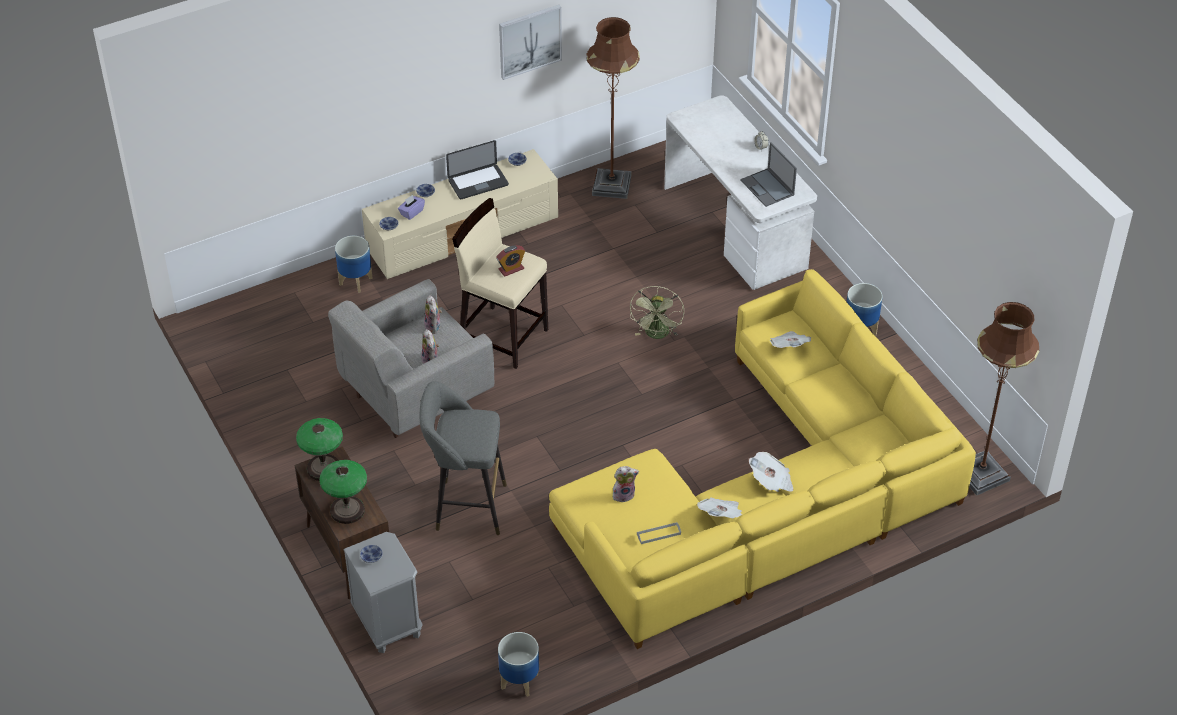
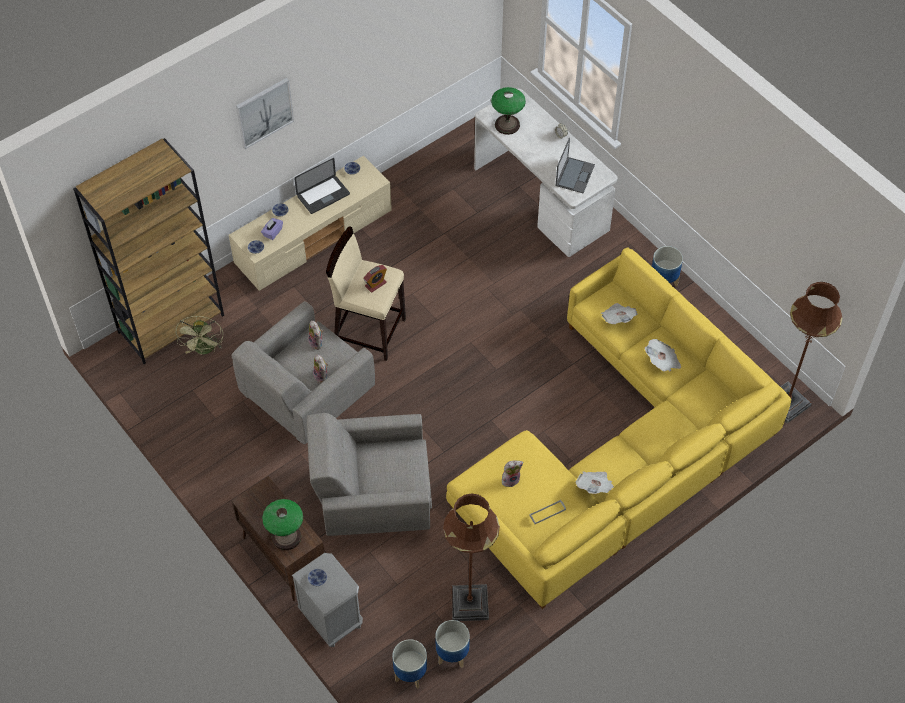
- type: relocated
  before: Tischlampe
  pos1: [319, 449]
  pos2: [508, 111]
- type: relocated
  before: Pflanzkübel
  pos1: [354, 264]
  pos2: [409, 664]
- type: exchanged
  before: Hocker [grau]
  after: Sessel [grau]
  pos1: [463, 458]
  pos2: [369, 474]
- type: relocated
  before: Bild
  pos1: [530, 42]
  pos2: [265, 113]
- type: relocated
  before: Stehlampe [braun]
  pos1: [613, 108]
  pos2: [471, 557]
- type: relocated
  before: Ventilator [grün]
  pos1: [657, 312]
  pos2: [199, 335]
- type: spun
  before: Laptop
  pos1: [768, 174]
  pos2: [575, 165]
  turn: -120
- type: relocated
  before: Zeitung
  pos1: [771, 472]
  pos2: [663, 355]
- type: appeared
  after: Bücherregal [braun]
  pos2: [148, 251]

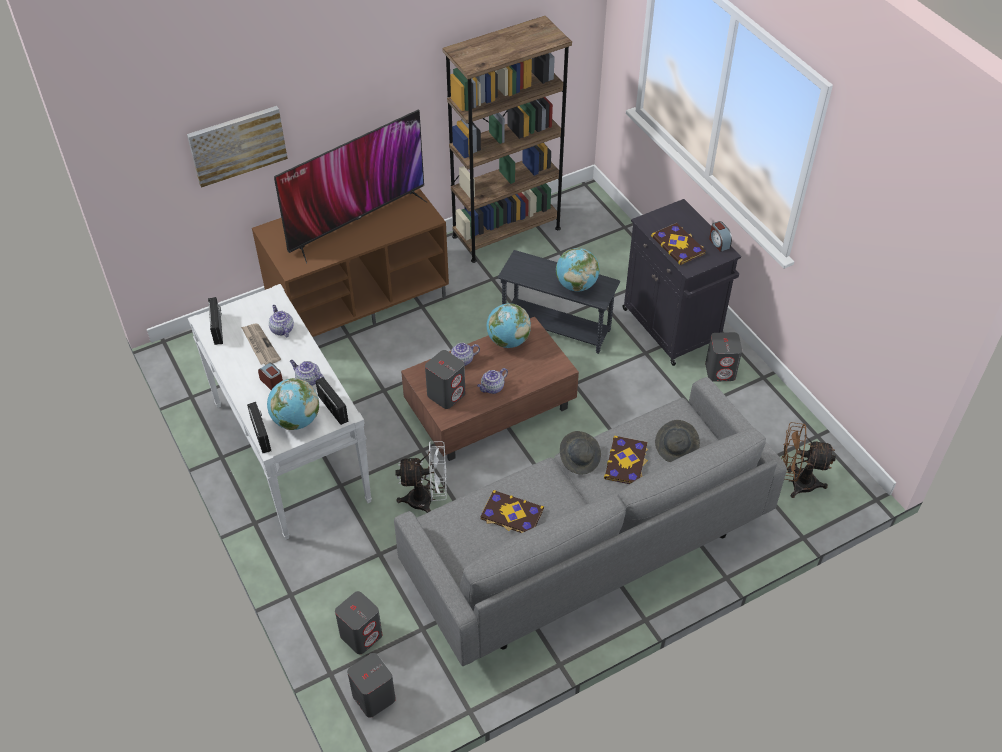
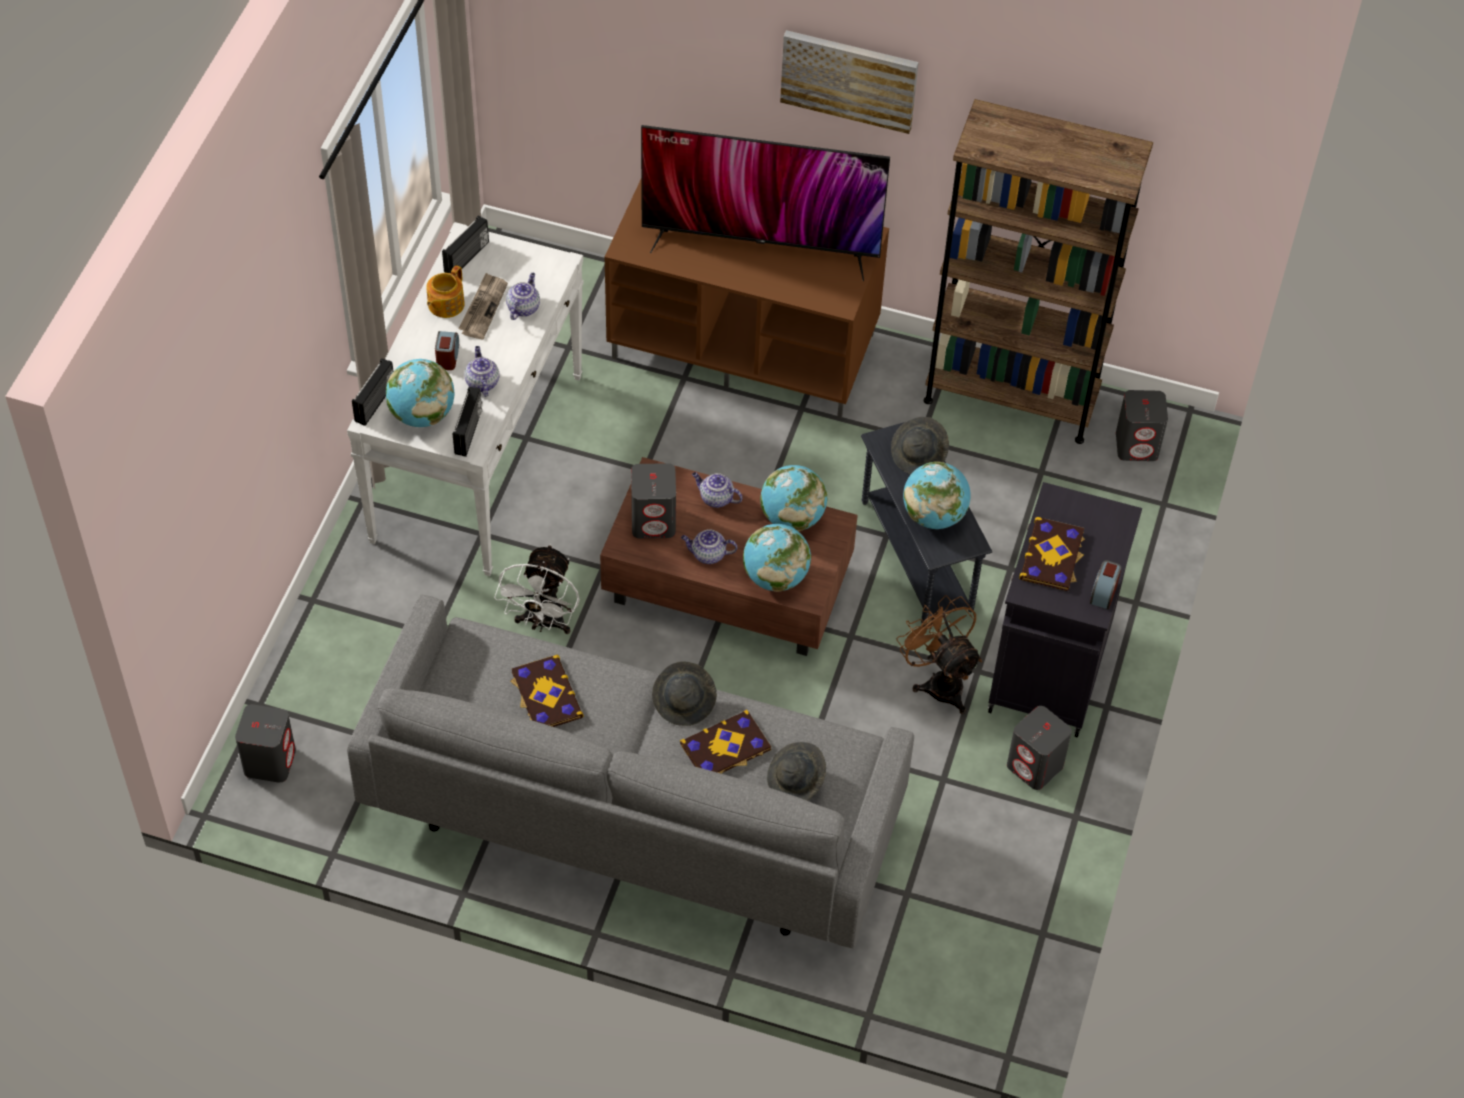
- type: relocated
  before: Bild
  pos1: [237, 147]
  pos2: [849, 82]
- type: relocated
  before: Lautsprecher [grau]
  pos1: [358, 622]
  pos2: [1142, 425]
- type: spun
  before: Ventilator [weiß]
  pos1: [421, 477]
  pos2: [537, 589]
  turn: 60
- type: relocated
  before: Ventilator [braun]
  pos1: [809, 460]
  pos2: [939, 654]
- type: appeared
  after: Teekanne
  pos2: [445, 291]
- type: appeared
  after: Globus
  pos2: [777, 558]
- type: appeared
  after: Hut [grau]
  pos2: [920, 445]

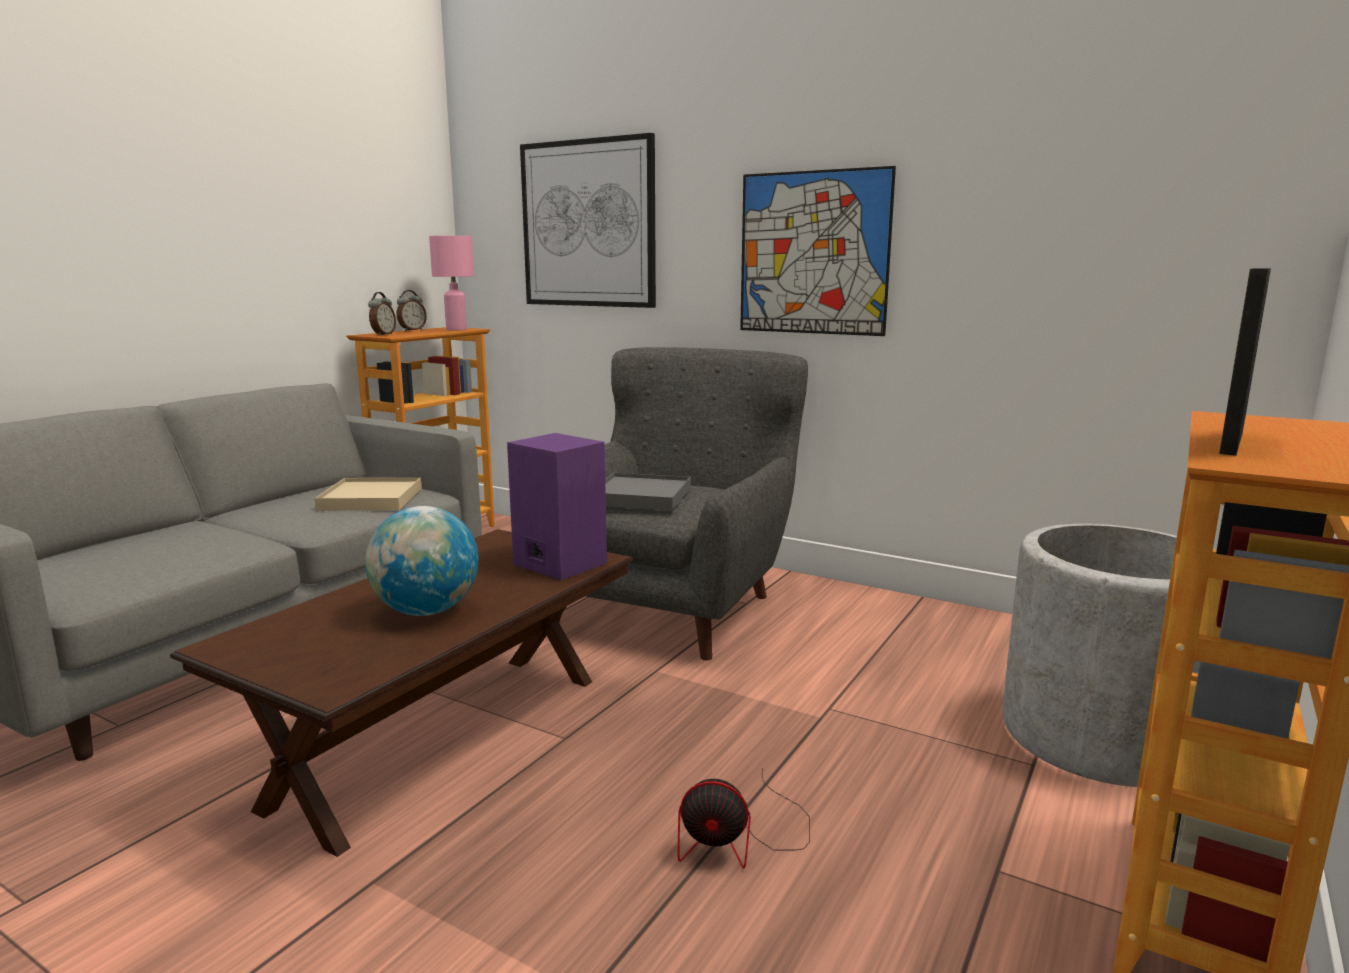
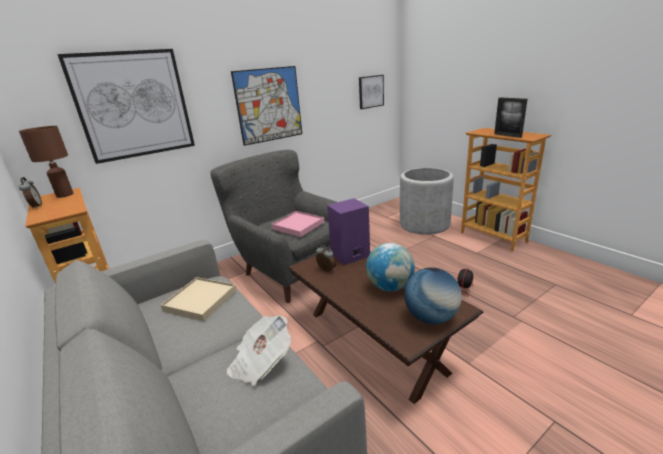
- type: relocated
  before: Wecker
  pos1: [382, 314]
  pos2: [326, 258]
- type: colour
  before: Tischlampe [rosa]
  after: Tischlampe [braun]
  pos1: [451, 283]
  pos2: [46, 162]
- type: colour
  before: Tablett [grau]
  after: Tablett [rosa]
  pos1: [648, 492]
  pos2: [298, 224]
- type: appeared
  after: Zeitung
  pos2: [259, 350]
- type: appeared
  after: Bild
  pos2: [371, 92]
- type: appeared
  after: Globus
  pos2: [433, 296]

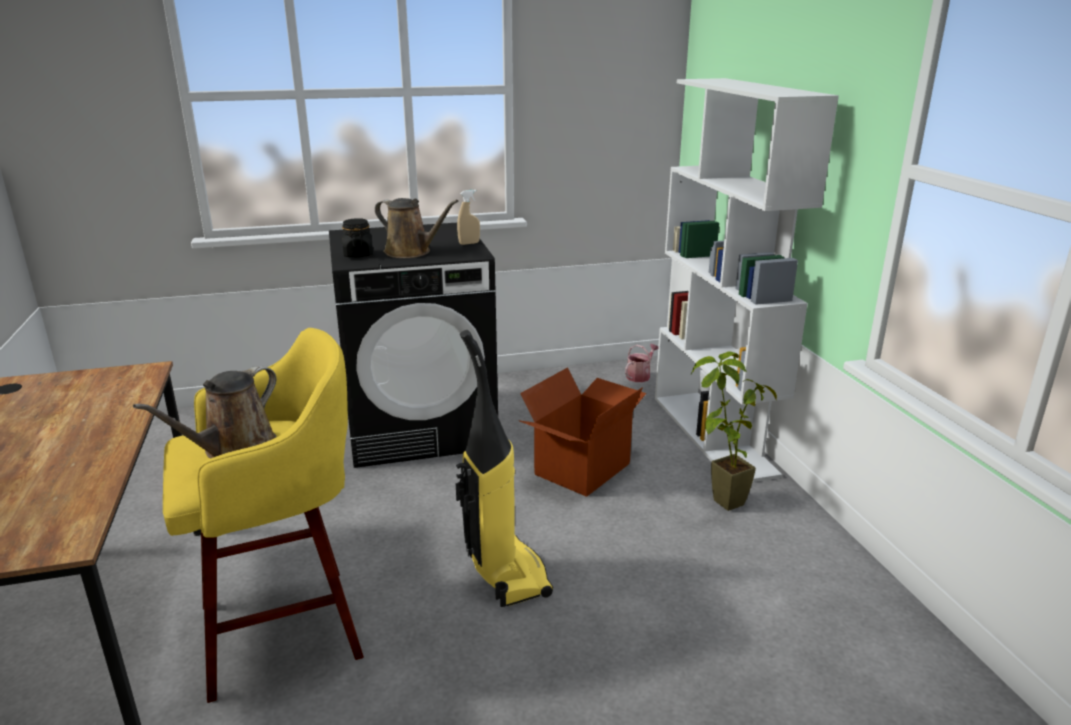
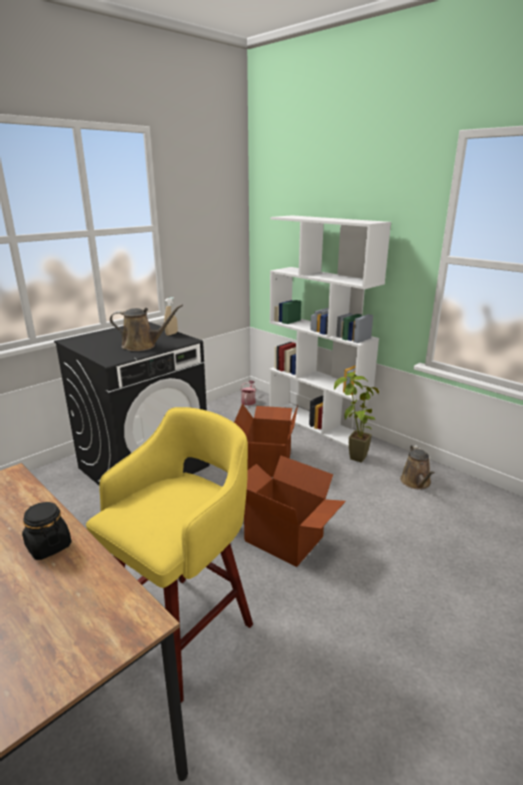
- type: relocated
  before: Gießkanne [braun]
  pos1: [204, 412]
  pos2: [417, 467]
- type: relocated
  before: Vorratsglas [schwarz]
  pos1: [357, 237]
  pos2: [47, 531]
- type: exchanged
  before: Staubsauger
  after: Karton
  pos1: [504, 468]
  pos2: [295, 511]

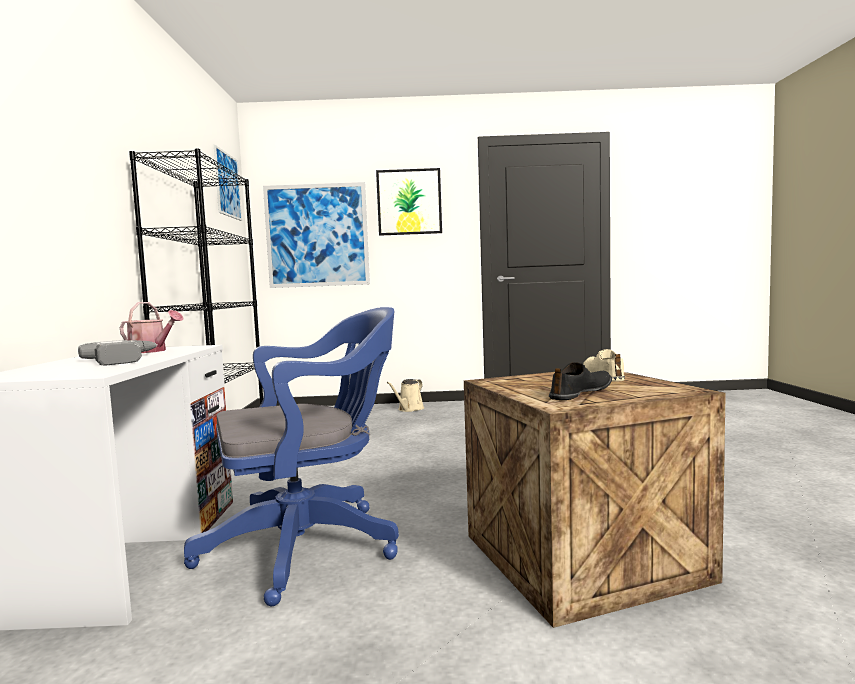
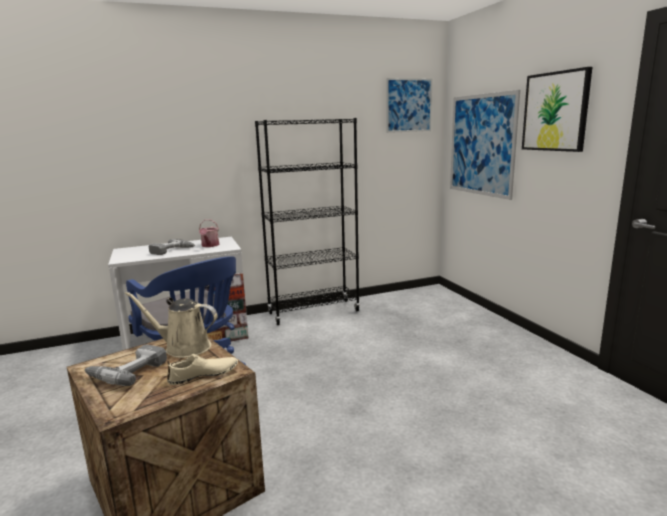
- type: relocated
  before: Gießkanne [beige]
  pos1: [405, 395]
  pos2: [171, 324]
- type: exchanged
  before: Schuh [schwarz]
  after: Bohrmaschine
  pos1: [580, 381]
  pos2: [126, 365]

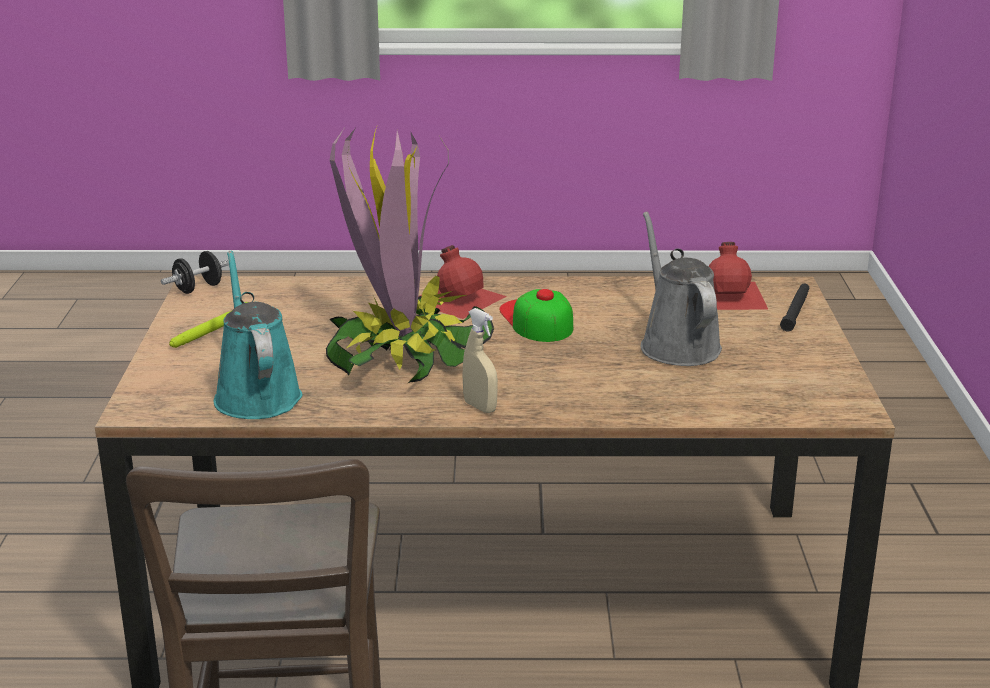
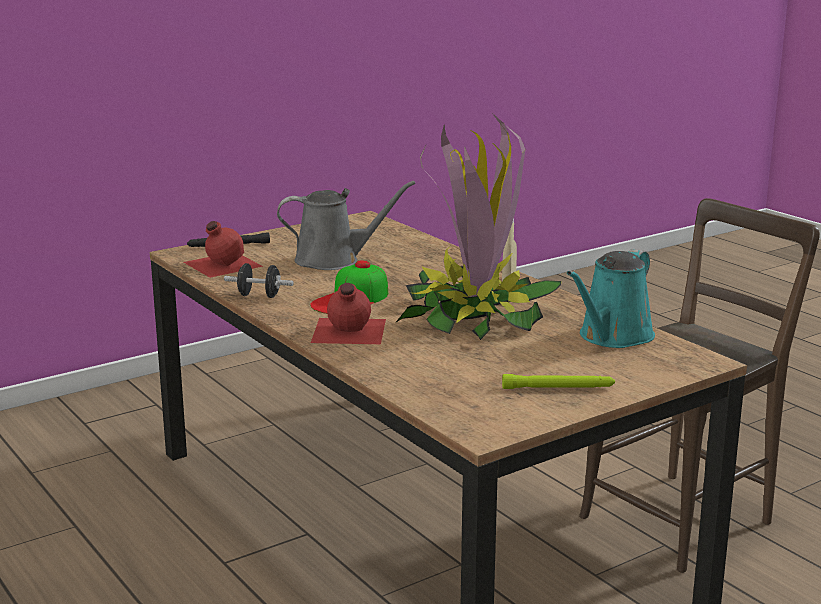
- type: relocated
  before: Hantel [schwarz]
  pos1: [195, 272]
  pos2: [259, 280]
- type: spun
  before: Gießkanne [grau]
  pos1: [681, 289]
  pos2: [346, 225]
  turn: -135

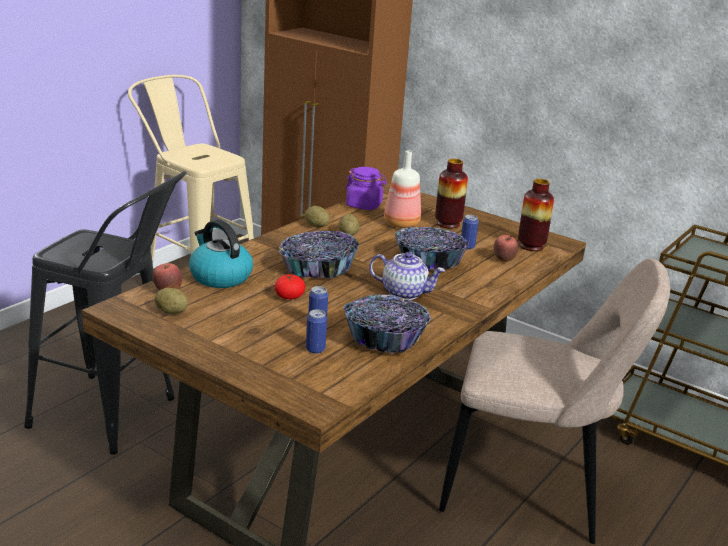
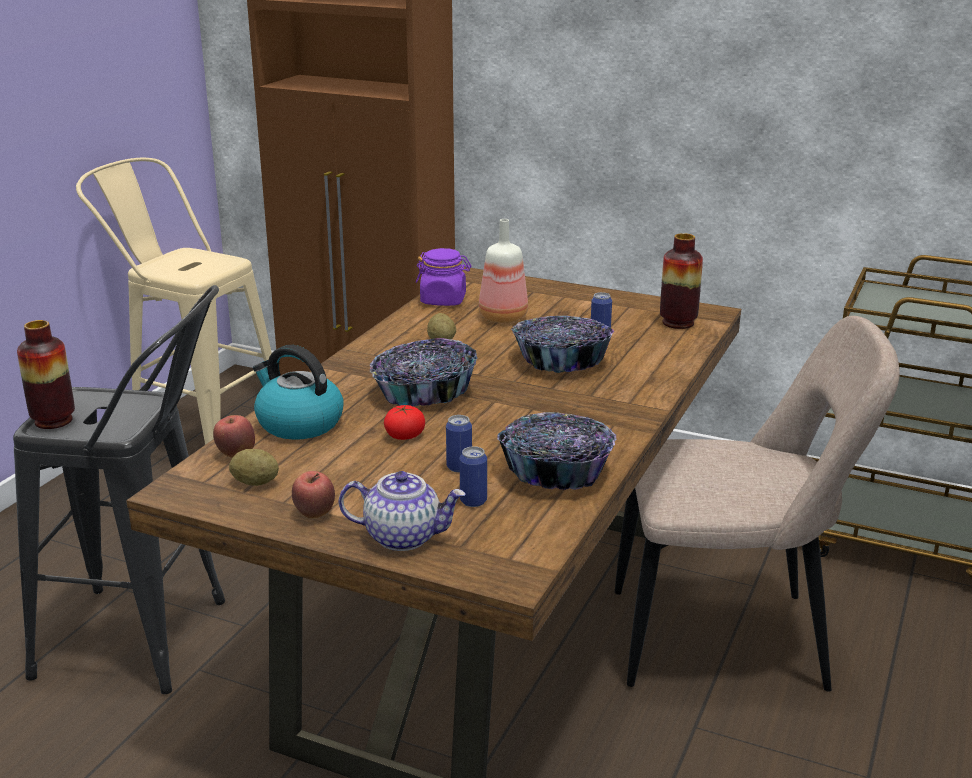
- type: missing
  before: Kartoffel
  pos1: [317, 217]
- type: relocated
  before: Teekanne
  pos1: [407, 276]
  pos2: [402, 511]
- type: relocated
  before: Vase
  pos1: [451, 193]
  pos2: [46, 374]
- type: relocated
  before: Apfel
  pos1: [506, 248]
  pos2: [313, 494]

